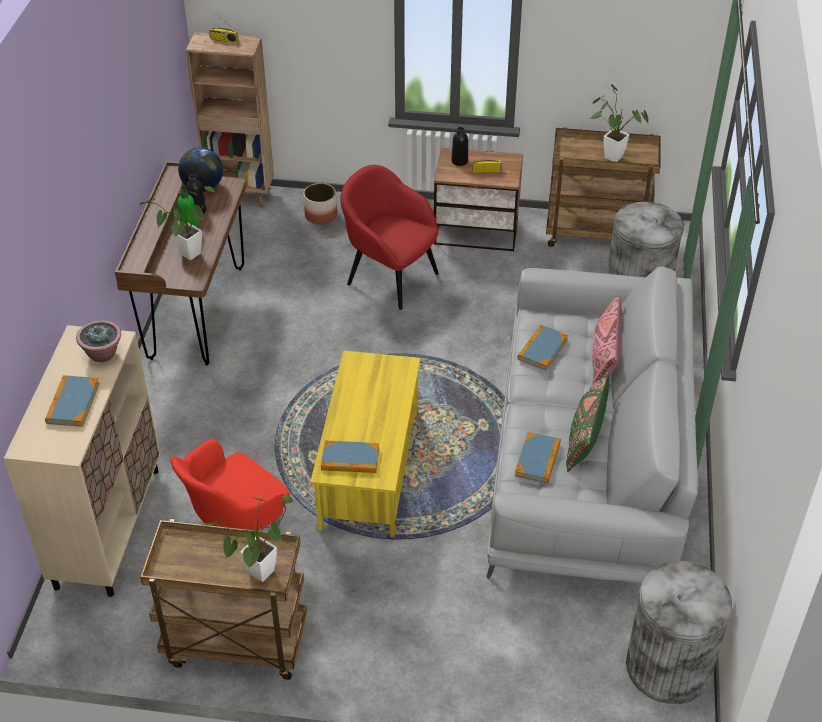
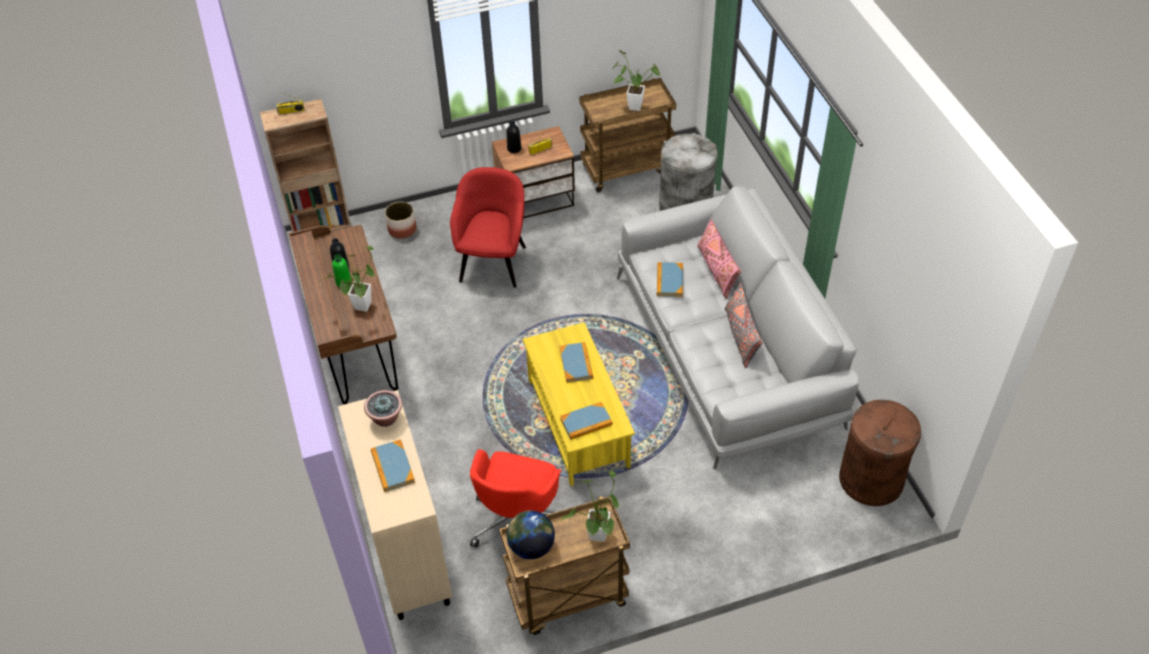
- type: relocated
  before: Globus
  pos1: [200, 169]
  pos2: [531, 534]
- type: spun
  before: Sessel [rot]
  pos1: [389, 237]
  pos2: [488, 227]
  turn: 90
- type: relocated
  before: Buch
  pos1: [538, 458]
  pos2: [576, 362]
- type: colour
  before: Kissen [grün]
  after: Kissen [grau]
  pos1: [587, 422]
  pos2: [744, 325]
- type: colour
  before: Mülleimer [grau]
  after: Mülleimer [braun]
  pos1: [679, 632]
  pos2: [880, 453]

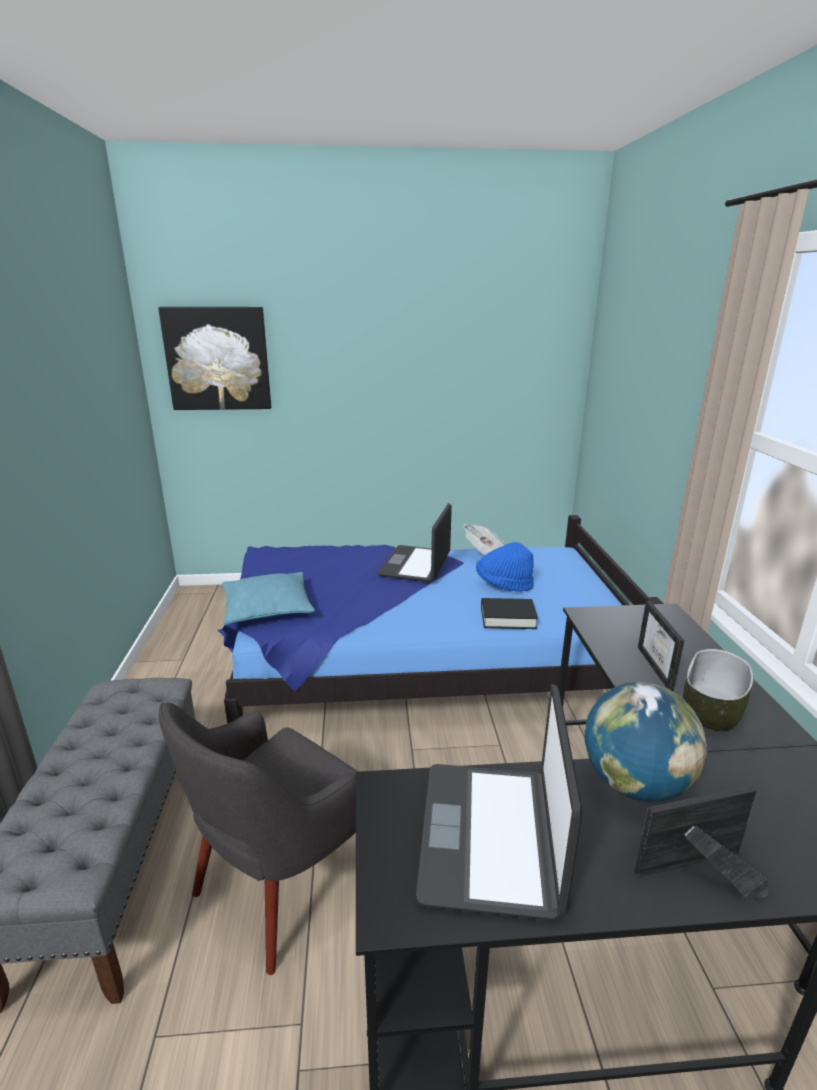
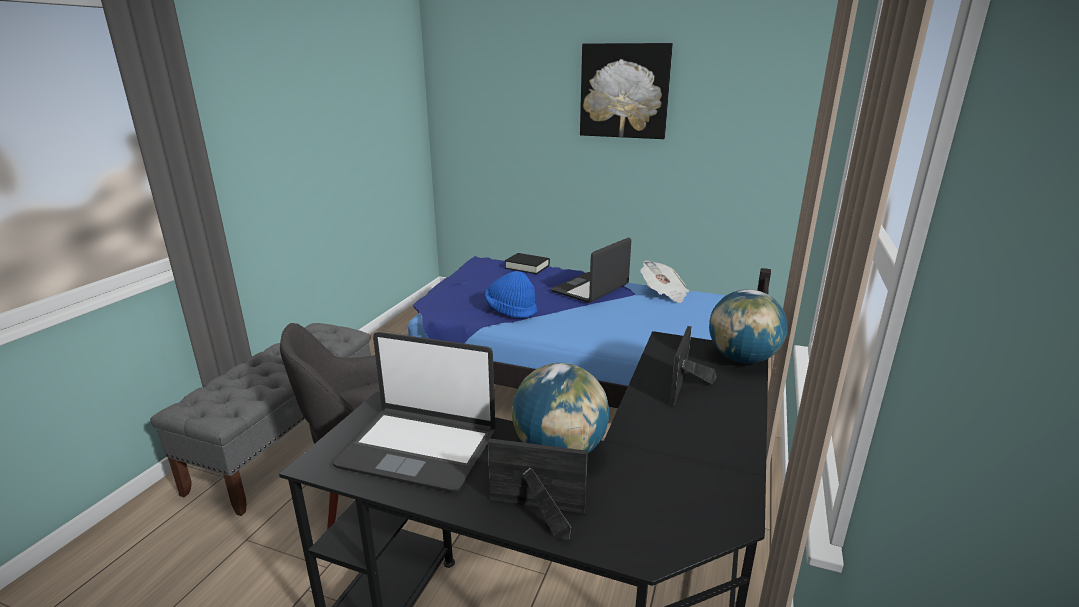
- type: relocated
  before: Bild
  pos1: [214, 358]
  pos2: [626, 91]
- type: missing
  before: Kissen [türkis]
  pos1: [268, 598]
- type: spun
  before: Laptop
  pos1: [499, 802]
  pos2: [414, 412]
  turn: -105
- type: relocated
  before: Hut [blau]
  pos1: [505, 567]
  pos2: [511, 294]
- type: relocated
  before: Buch [schwarz]
  pos1: [509, 613]
  pos2: [527, 263]
- type: missing
  before: Schüssel
  pos1: [718, 690]
- type: appeared
  after: Globus
  pos2: [748, 326]

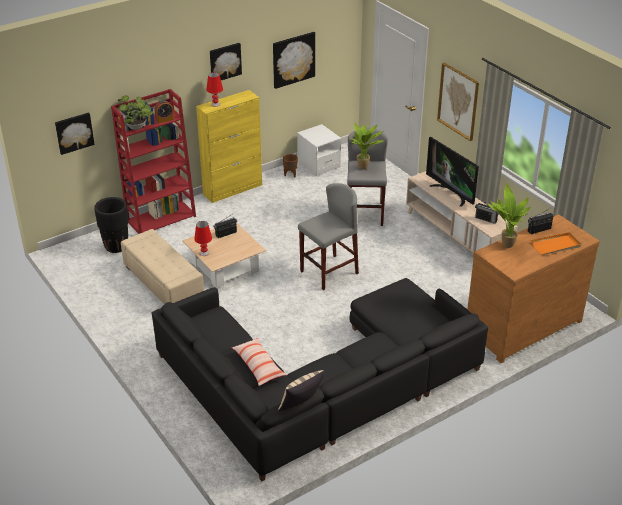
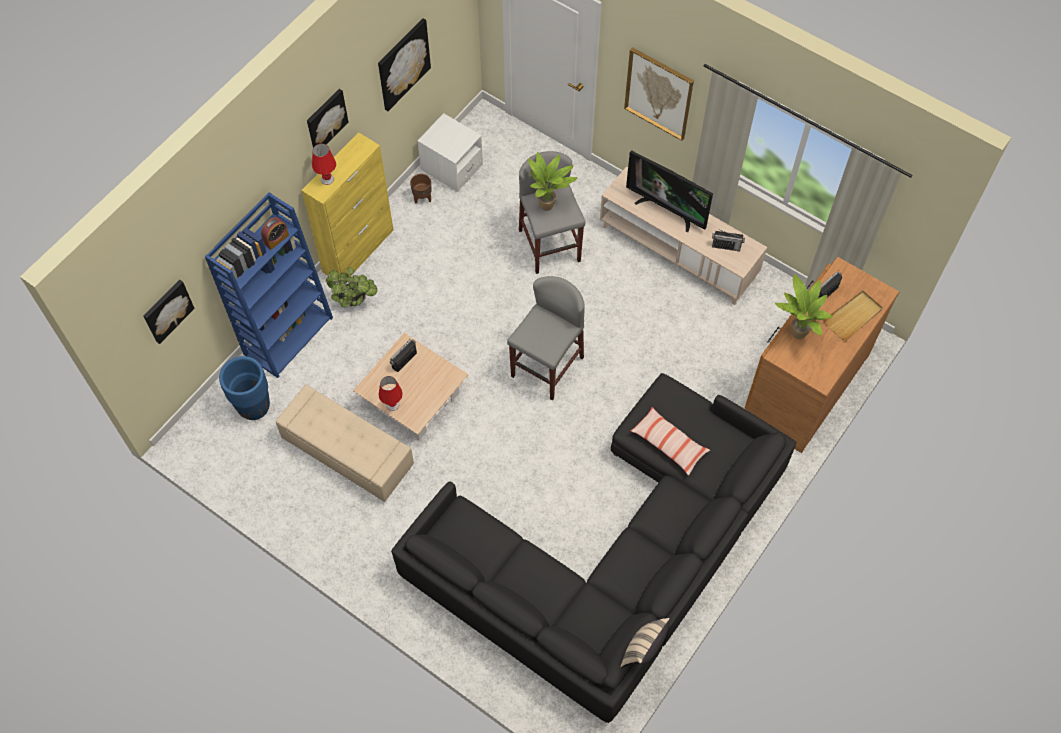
- type: colour
  before: Pflanzkübel [schwarz]
  after: Pflanzkübel [blau]
  pos1: [111, 225]
  pos2: [244, 388]
- type: colour
  before: Bücherregal [rot]
  after: Bücherregal [blau]
  pos1: [153, 161]
  pos2: [269, 285]
- type: relocated
  before: Topfpflanze
  pos1: [135, 112]
  pos2: [351, 287]
- type: relocated
  before: Kissen
  pos1: [259, 362]
  pos2: [670, 441]
- type: colour
  before: Tablett [orange]
  after: Tablett [beige]
  pos1: [556, 243]
  pos2: [853, 316]

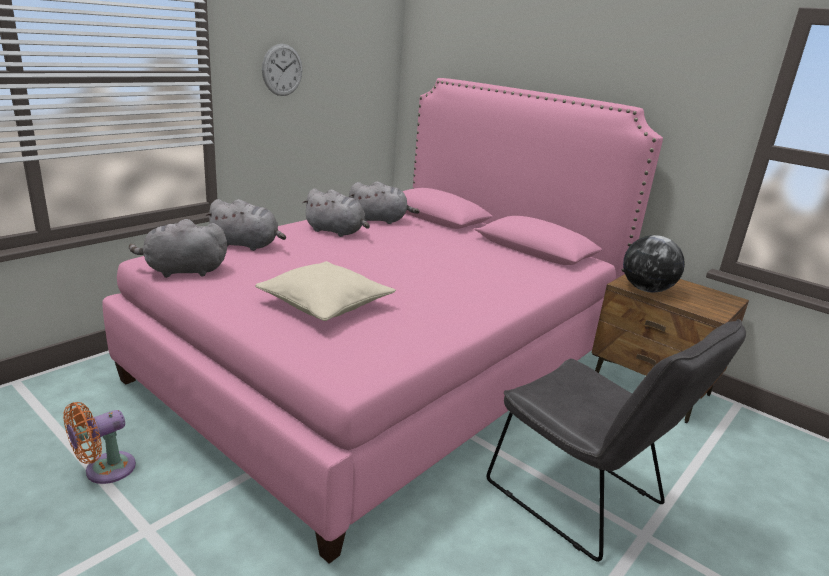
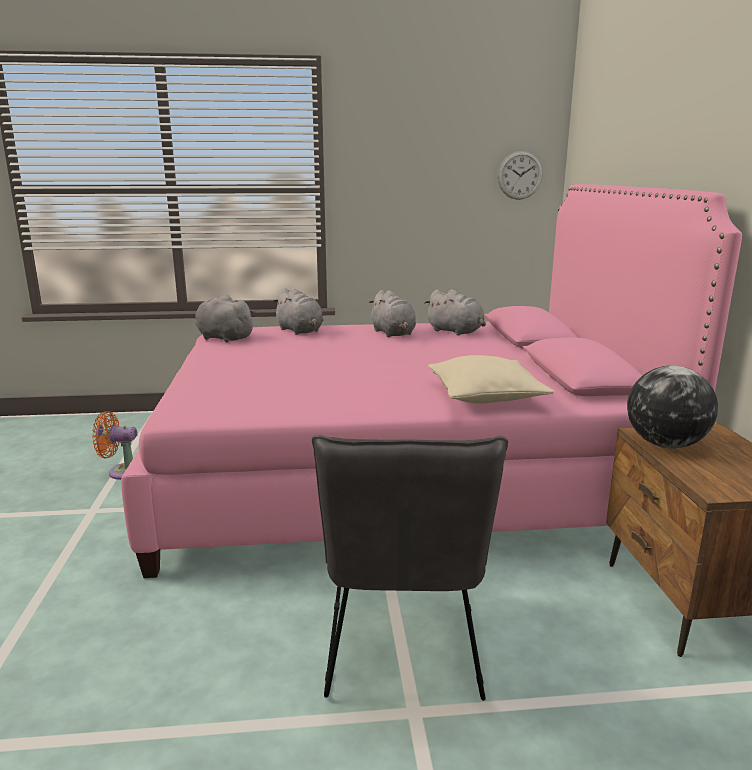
- type: relocated
  before: Kissen [beige]
  pos1: [325, 291]
  pos2: [491, 379]
- type: relocated
  before: Wanduhr
  pos1: [282, 70]
  pos2: [520, 175]

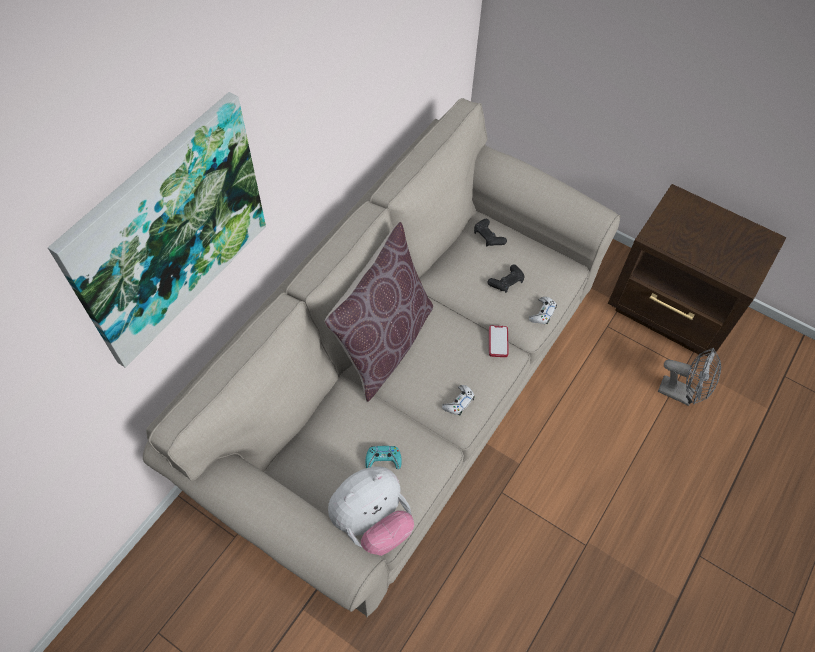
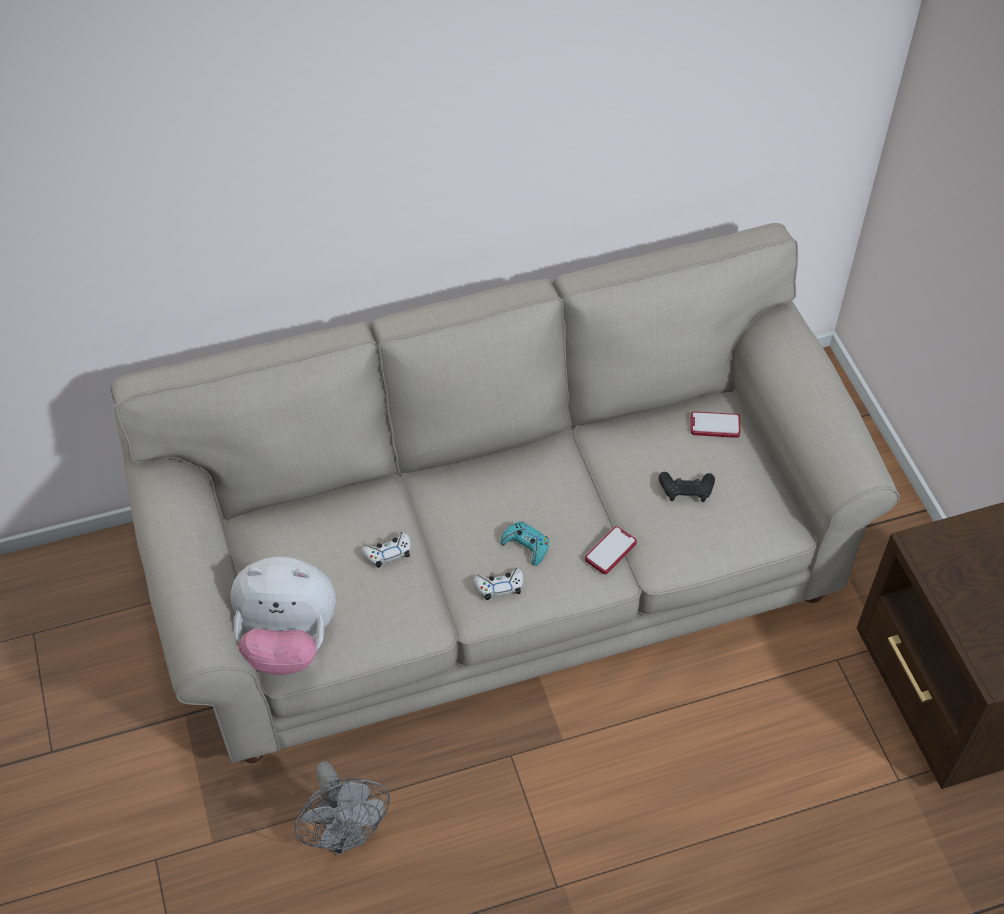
- type: missing
  before: Bild
  pos1: [157, 230]
- type: missing
  before: Kissen [braun]
  pos1: [379, 312]
- type: relocated
  before: Gamepad [türkis]
  pos1: [383, 457]
  pos2: [524, 543]
- type: exchanged
  before: Gamepad [schwarz]
  after: Handy
  pos1: [490, 232]
  pos2: [715, 425]
- type: relocated
  before: Gamepad [weiß]
  pos1: [543, 310]
  pos2: [386, 550]
- type: relocated
  before: Ventilator [grau]
  pos1: [689, 377]
  pos2: [342, 808]

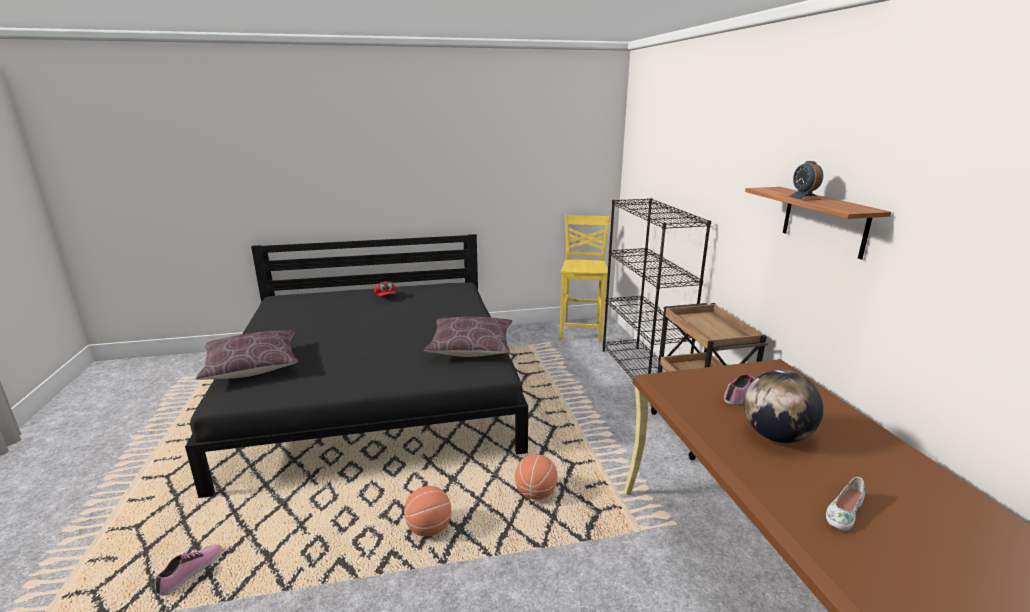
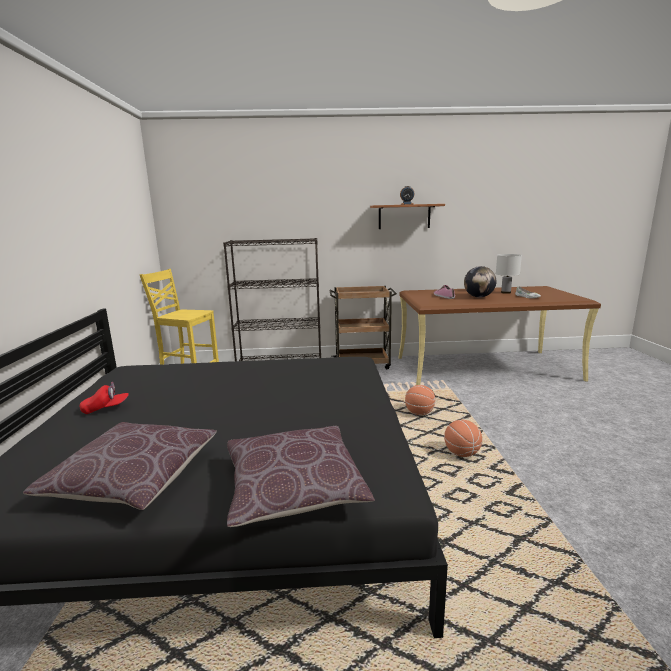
- type: missing
  before: Schuh
  pos1: [188, 570]
- type: relocated
  before: Kissen [braun]
  pos1: [468, 337]
  pos2: [120, 466]
- type: appeared
  after: Tischlampe [weiß]
  pos2: [509, 274]

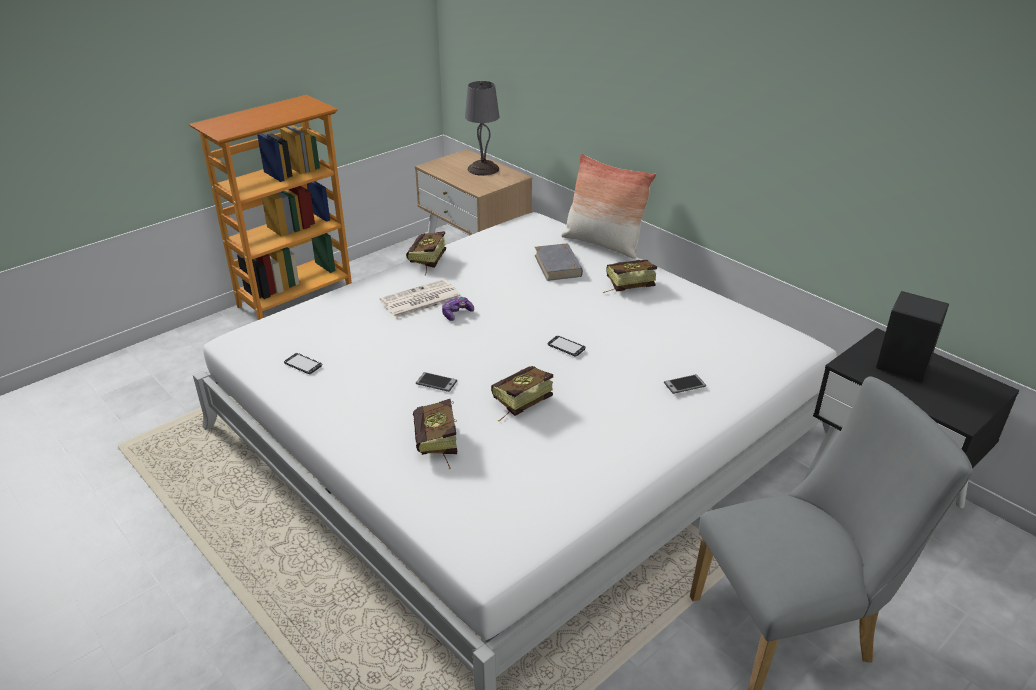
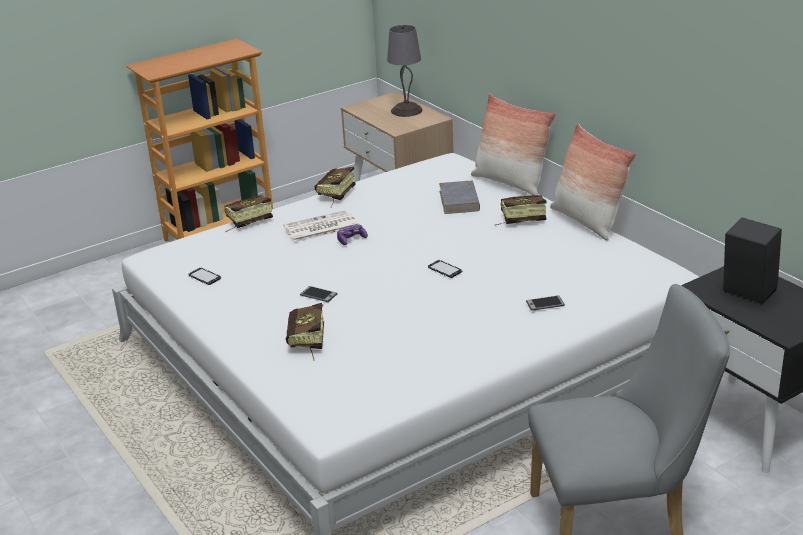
- type: relocated
  before: Buch
  pos1: [522, 394]
  pos2: [249, 214]
- type: appeared
  after: Kissen
  pos2: [593, 182]

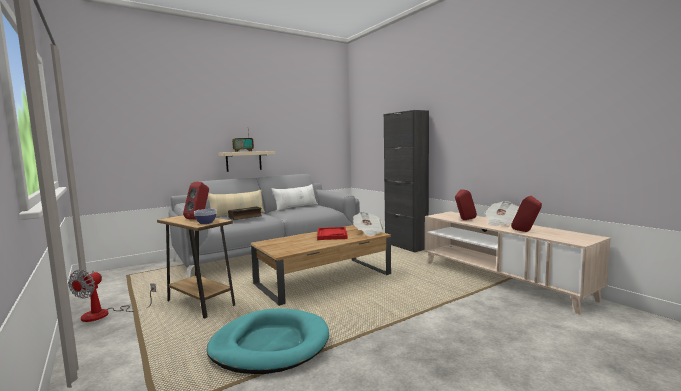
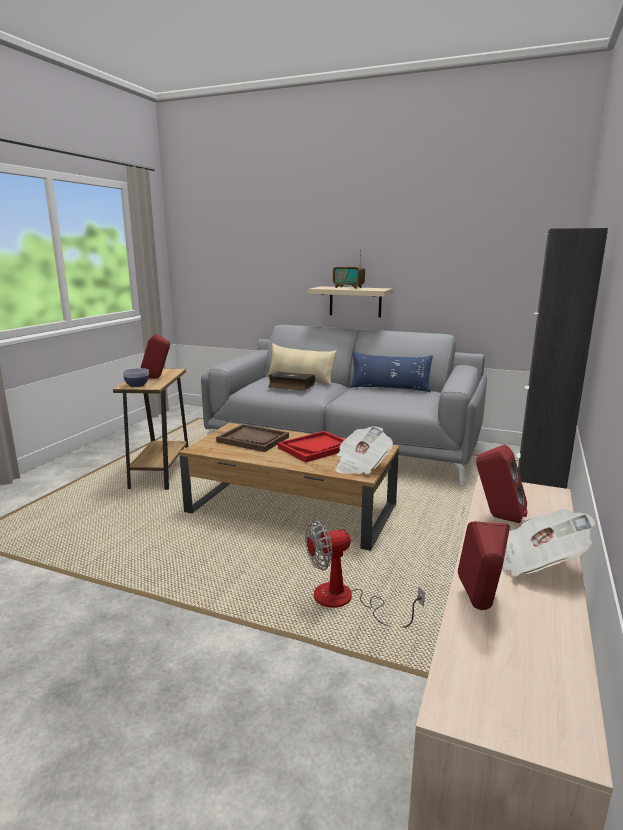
- type: relocated
  before: Ventilator
  pos1: [112, 295]
  pos2: [365, 573]
- type: missing
  before: Hundebett [türkis]
  pos1: [268, 341]
- type: colour
  before: Kissen [weiß]
  after: Kissen [blau]
  pos1: [294, 197]
  pos2: [391, 371]
- type: appeared
  after: Tablett [braun]
  pos2: [252, 438]

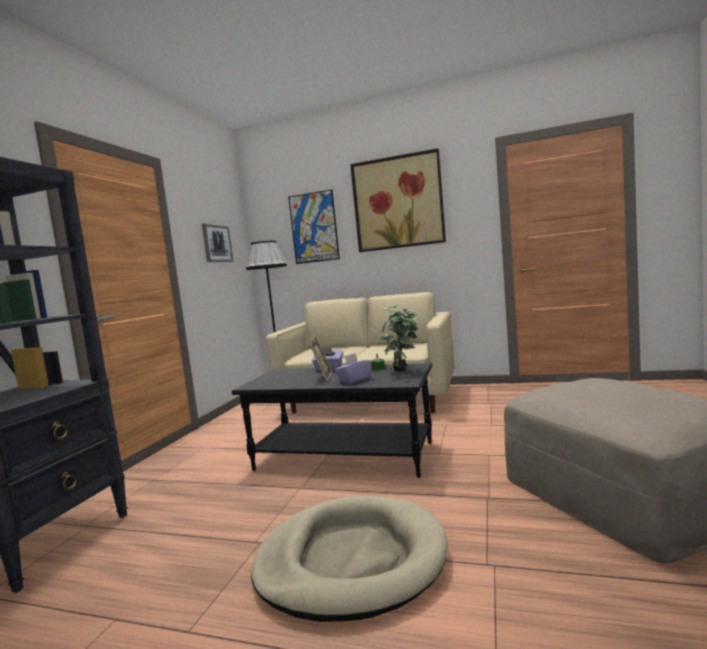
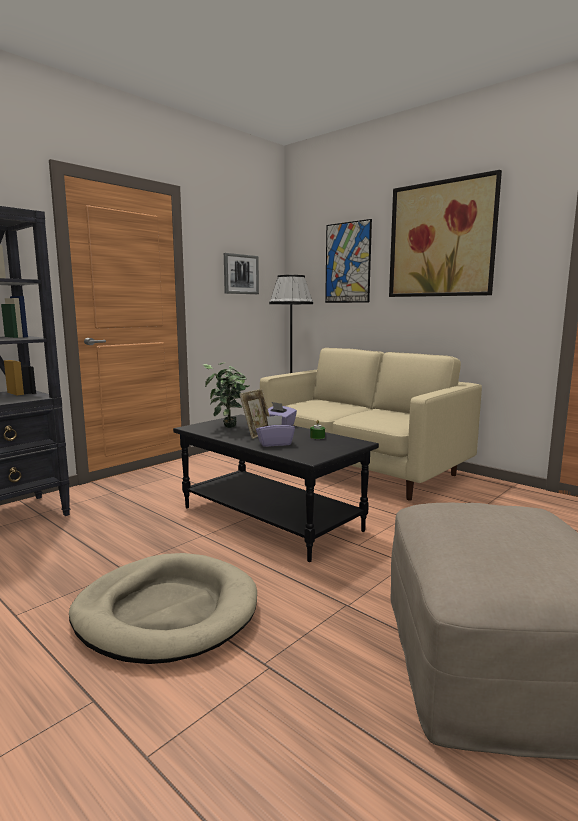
- type: relocated
  before: Topfpflanze
  pos1: [400, 338]
  pos2: [226, 395]

